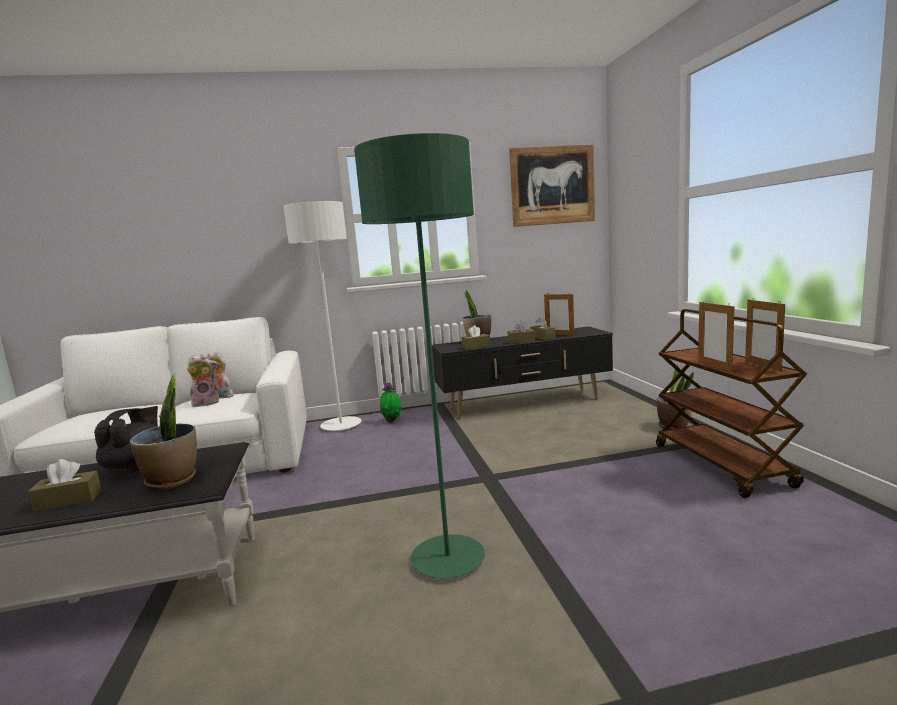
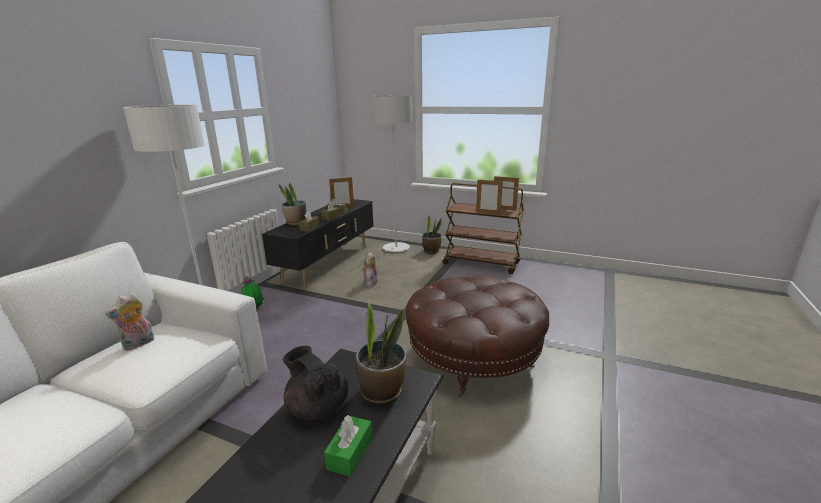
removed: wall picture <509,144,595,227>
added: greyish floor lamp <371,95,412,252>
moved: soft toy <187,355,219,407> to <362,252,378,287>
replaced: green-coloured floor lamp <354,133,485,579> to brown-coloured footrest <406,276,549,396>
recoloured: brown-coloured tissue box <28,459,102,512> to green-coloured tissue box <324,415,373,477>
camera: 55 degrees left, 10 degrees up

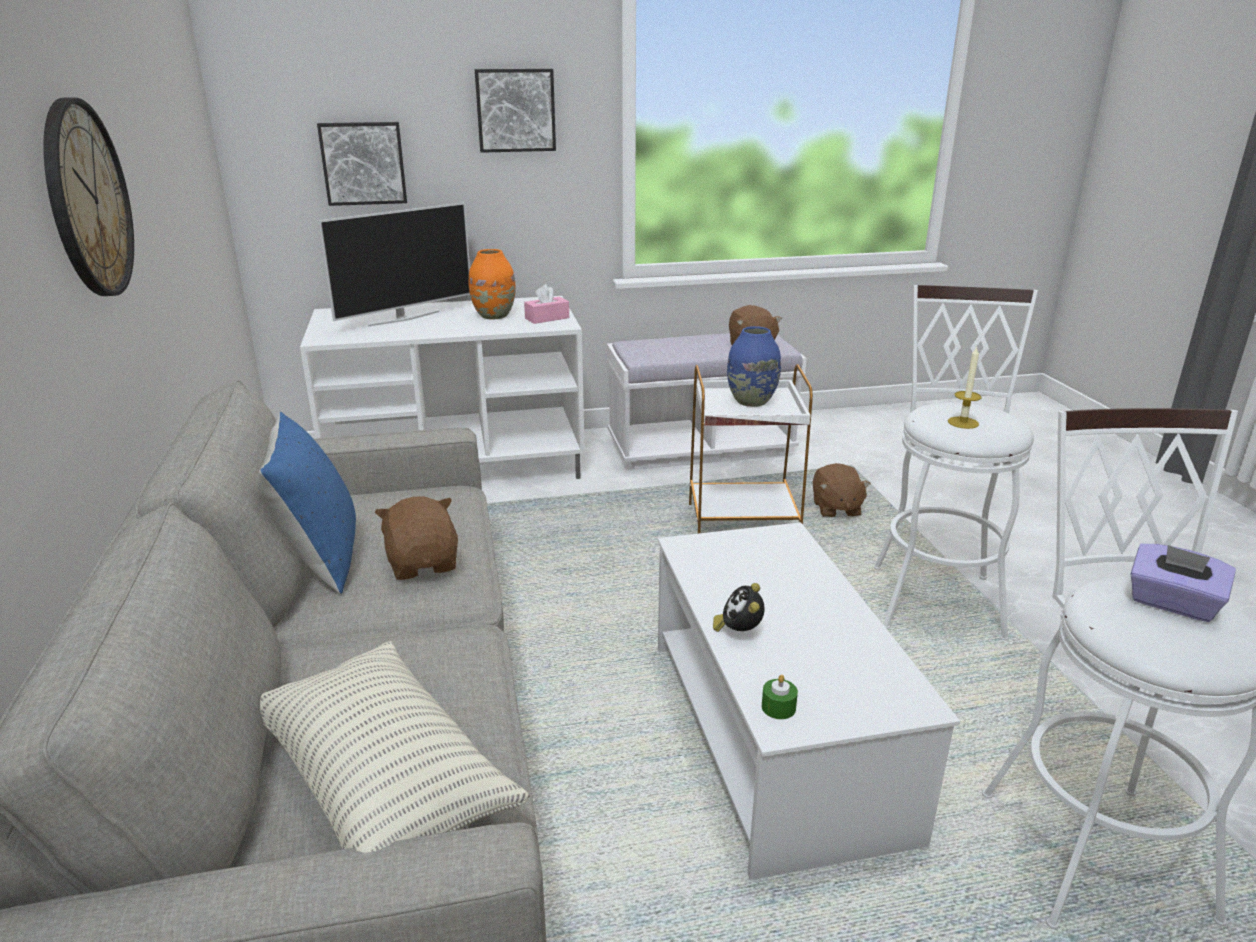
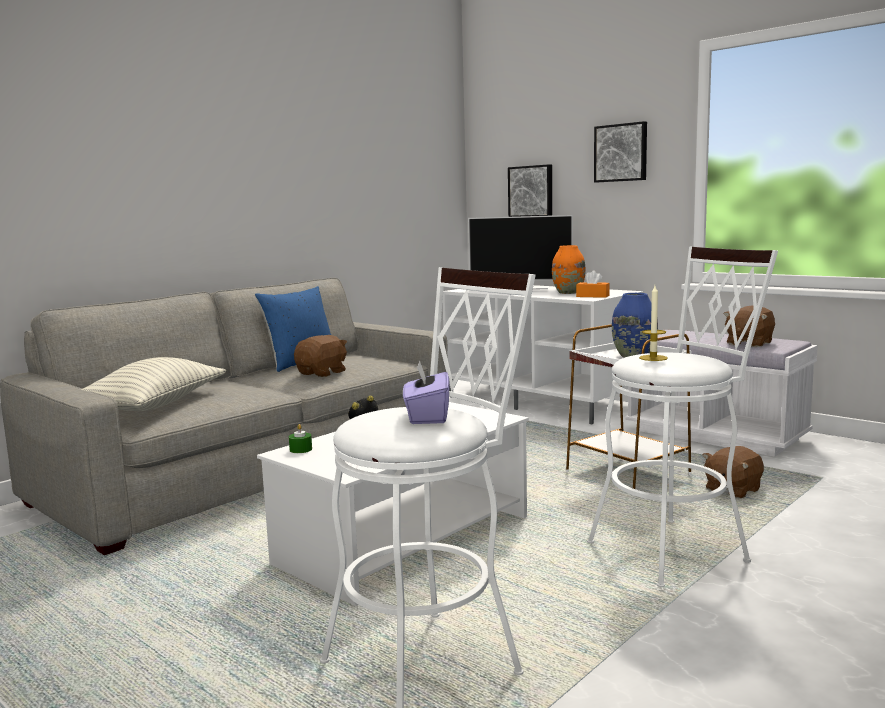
removed: wall clock <43,98,134,296>
recoloured: pinkish tissue box <524,284,569,324> to orange-coloured tissue box <576,270,610,298>
camera: 55 degrees right, 15 degrees down

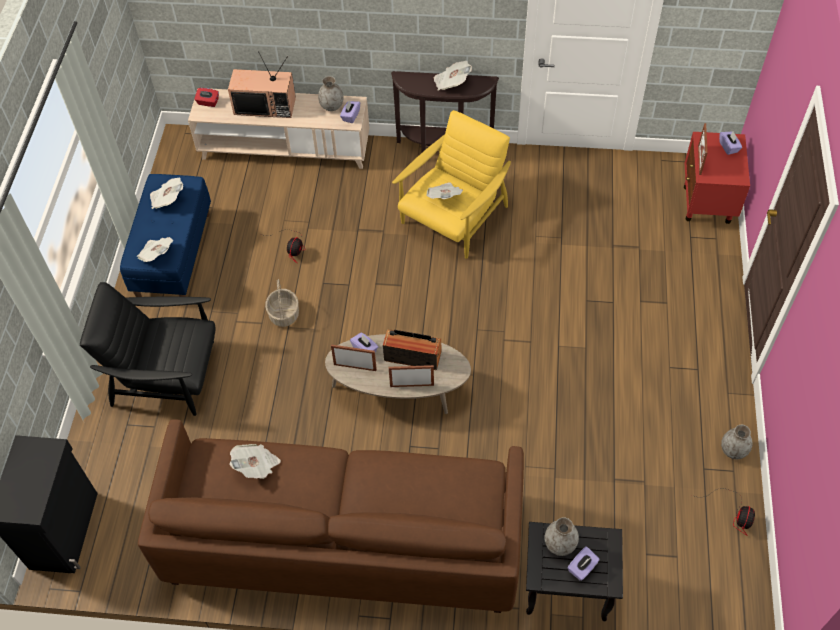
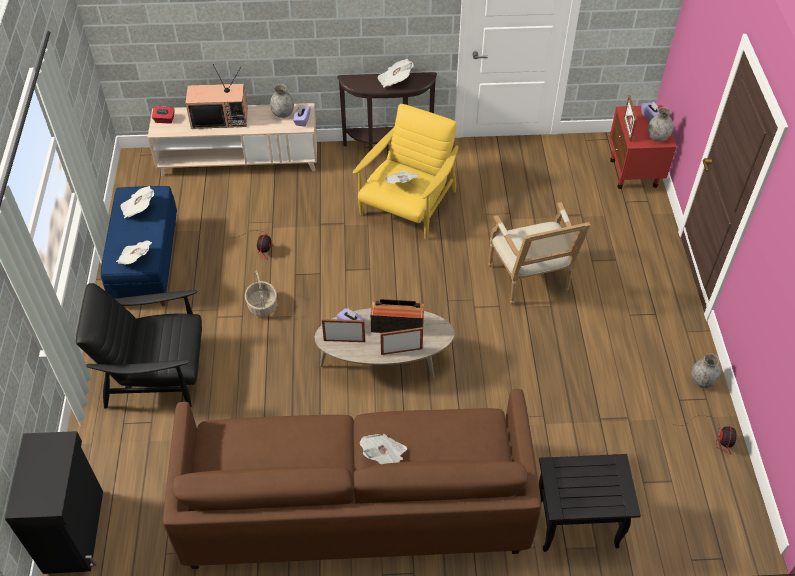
removed: purple tissue box <567,546,600,581>
added: armchair <488,202,590,305>
moved: newspaper <229,444,281,479> to <360,434,407,464>; greyish vase <544,517,579,556> to <648,107,673,142>
camera: 10 degrees left, 5 degrees down

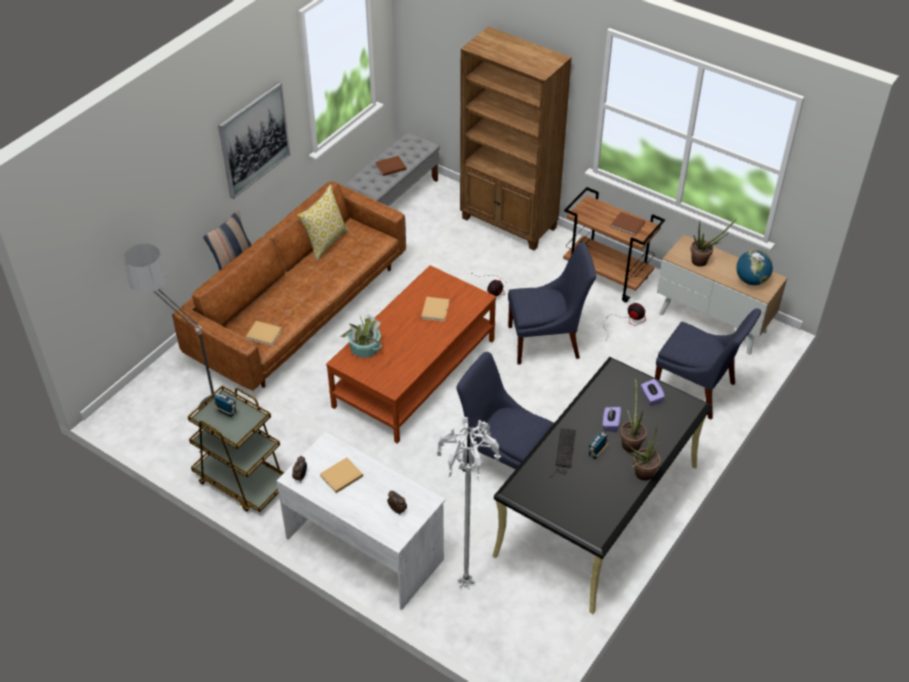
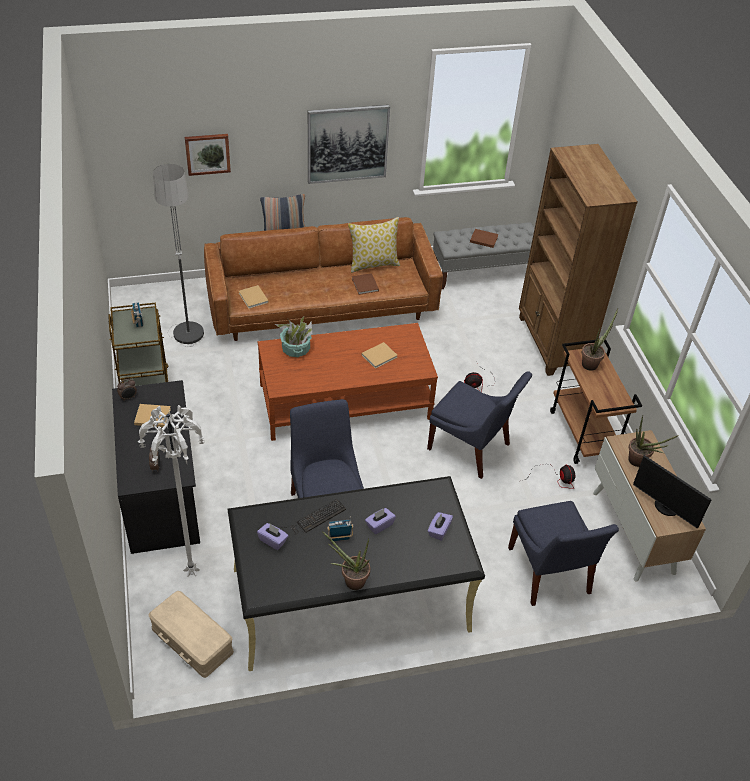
added: sand-coloured storage bin <149,591,234,678>; wall picture <185,134,231,176>; purple tissue box <257,523,289,550>
moved: brown-coloured book <611,212,645,236> to <352,273,379,295>; plant in a pot <620,376,647,453> to <582,309,618,371>
replaced: globe <736,250,773,285> to computer screen <633,455,712,528>
recoloured: whitish desk table <277,432,445,610> to black desk table <112,380,200,554>
camera: 40 degrees right, 0 degrees up

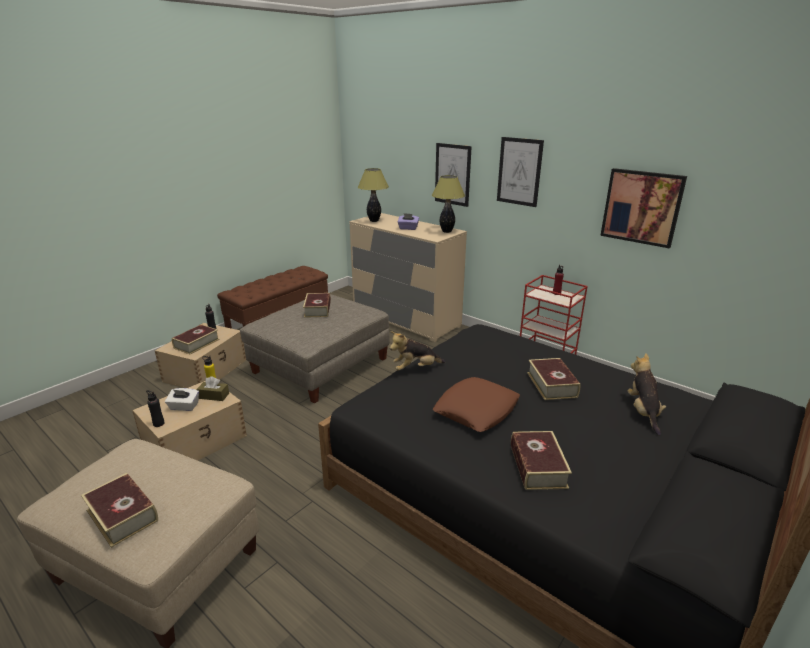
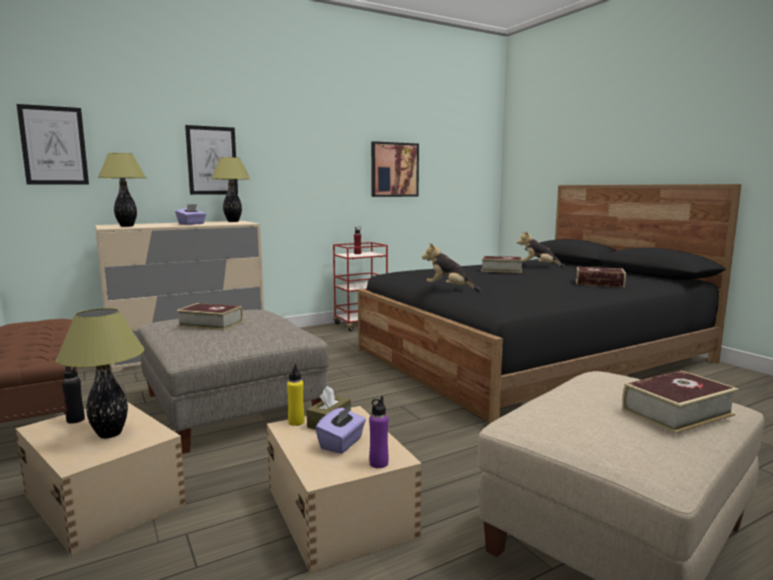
removed: brown-coloured pillow <433,377,520,432>
moved: wall picture <497,137,544,207> to <17,104,89,185>
replaced: book <172,324,220,355> to table lamp <56,308,144,438>
recoloured: black drink bottle <146,390,165,427> to purple drink bottle <369,396,389,468>; whitish tissue box <165,388,199,411> to purple tissue box <315,405,366,454>
turned: soft toy <390,331,445,371> = <422,243,482,292> 120 degrees clockwise
camera: 70 degrees left, 15 degrees down

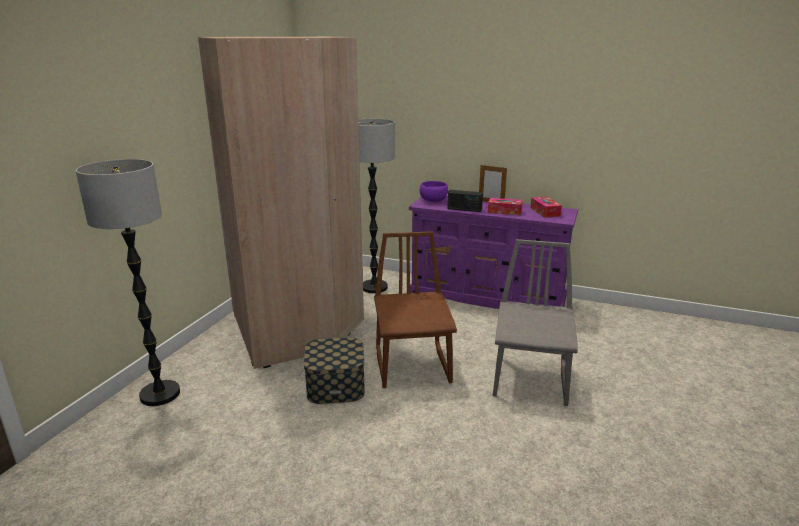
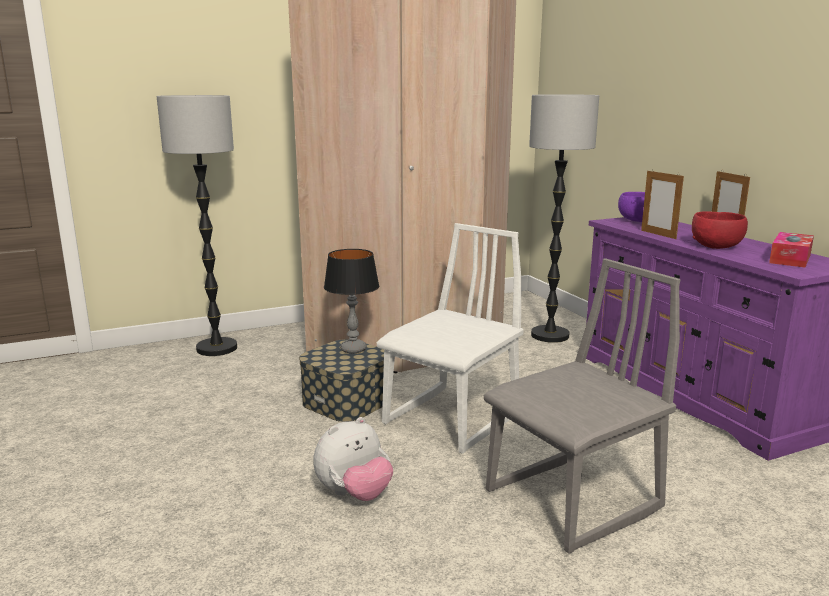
added: soft toy <313,417,393,501>; table lamp <324,249,379,353>
replaced: radio set <447,190,483,212> to photo frame <641,169,684,239>; tissue box <488,198,523,215> to red deep dish <692,211,748,249>
recoloured: brown-coloured plain chair <374,231,457,388> to whitish plain chair <376,223,524,454>
camera: 45 degrees right, 5 degrees down

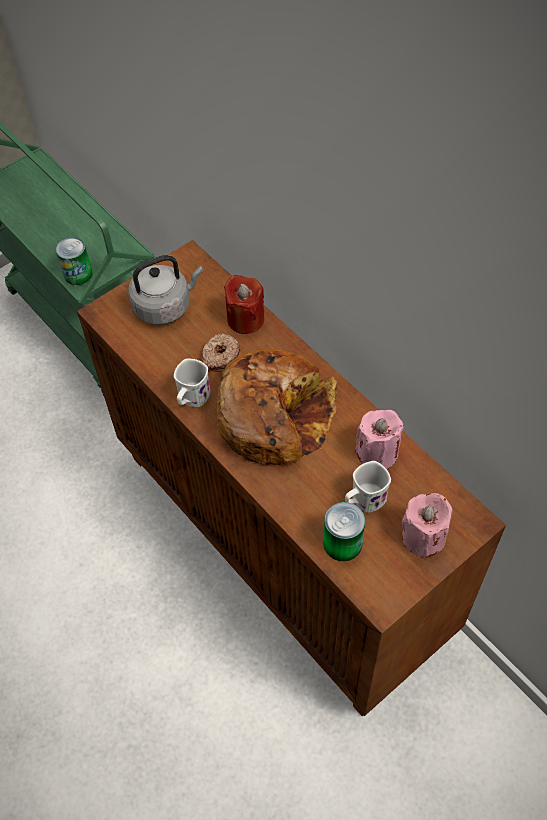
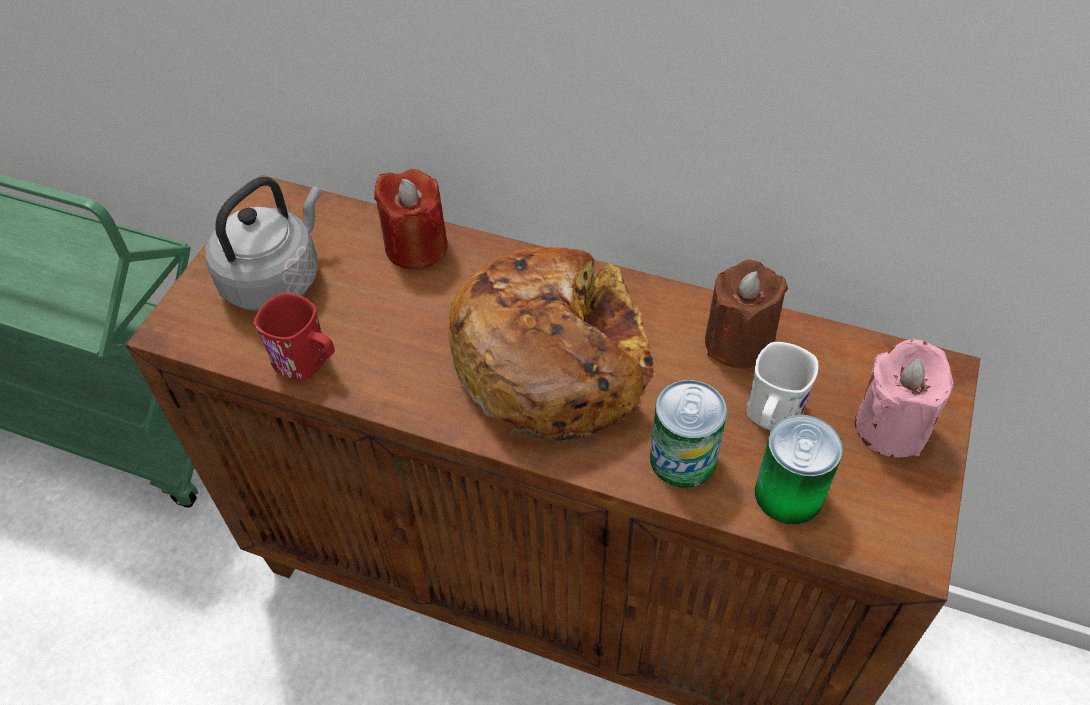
removed: whitish tea mug <174,358,210,407>; doughnut <201,332,240,372>
added: red tea mug <254,293,335,380>
moved: sealed can <56,237,93,285> to <650,380,727,488>
recoloured: pinkish candle <355,410,404,469> to brown-coloured candle <705,260,788,369>
camera: 30 degrees left, 5 degrees down

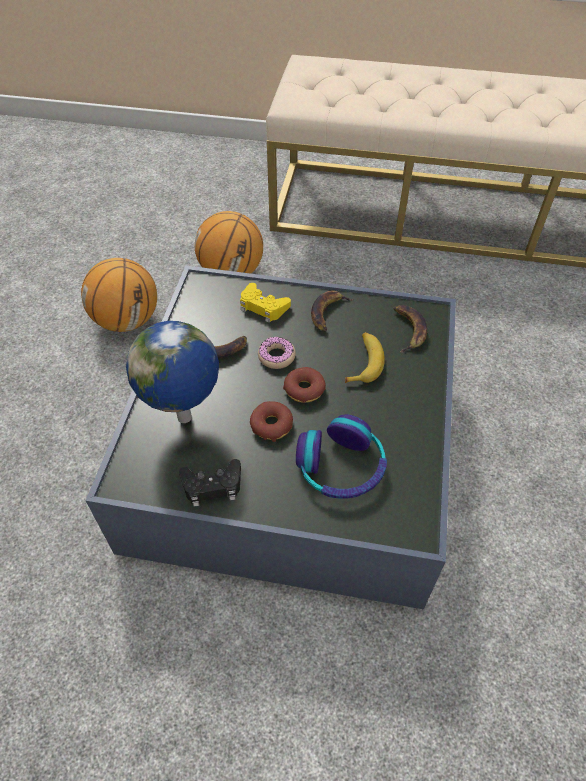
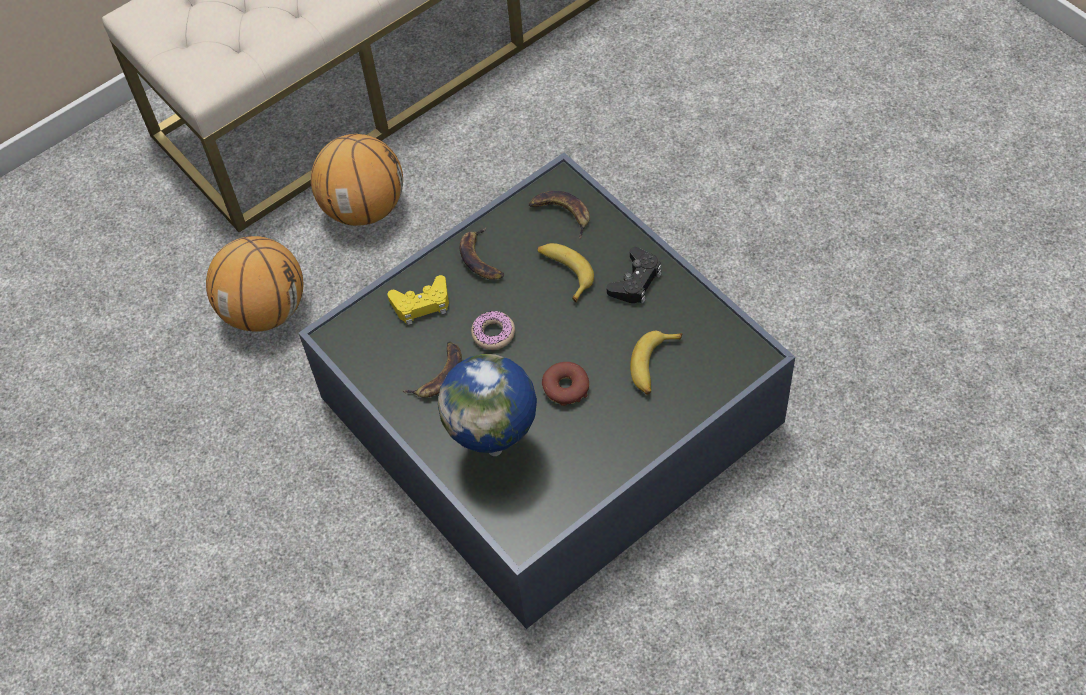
removed: doughnut <283,367,326,403>
moved: ball for basketball <81,258,157,332> to <311,134,403,226>; black joypad <179,459,241,507> to <607,247,662,304>
replaced: headphones <296,414,387,498> to whole banana <630,331,682,395>
camera: 45 degrees left, 5 degrees up

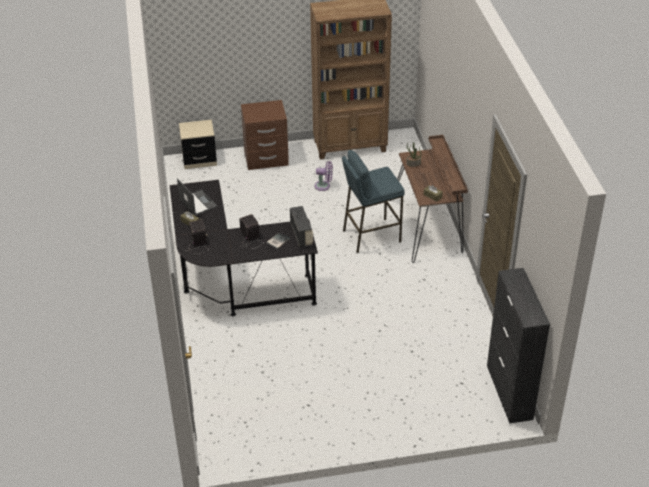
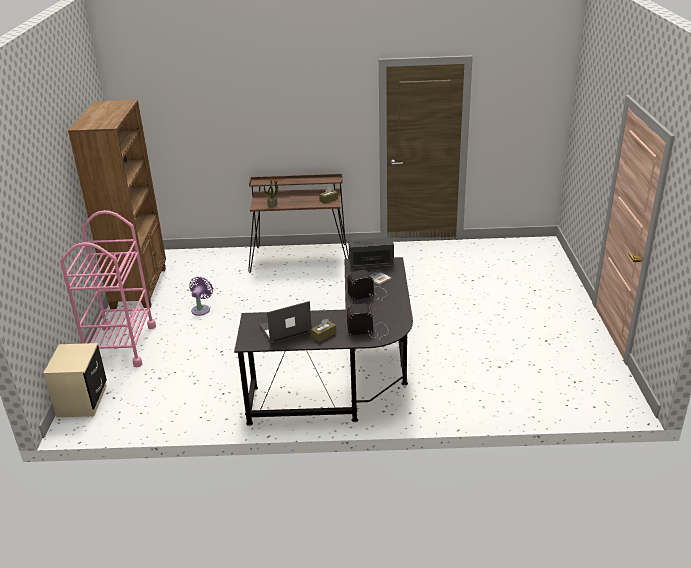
removed: blue stool seat <342,150,405,253>; black storage cabinet <487,268,550,424>
replaced: brown-coloured nightstand <241,100,289,170> to pinkish wheeled cart <60,210,156,367>
camera: 80 degrees left, 10 degrees down

